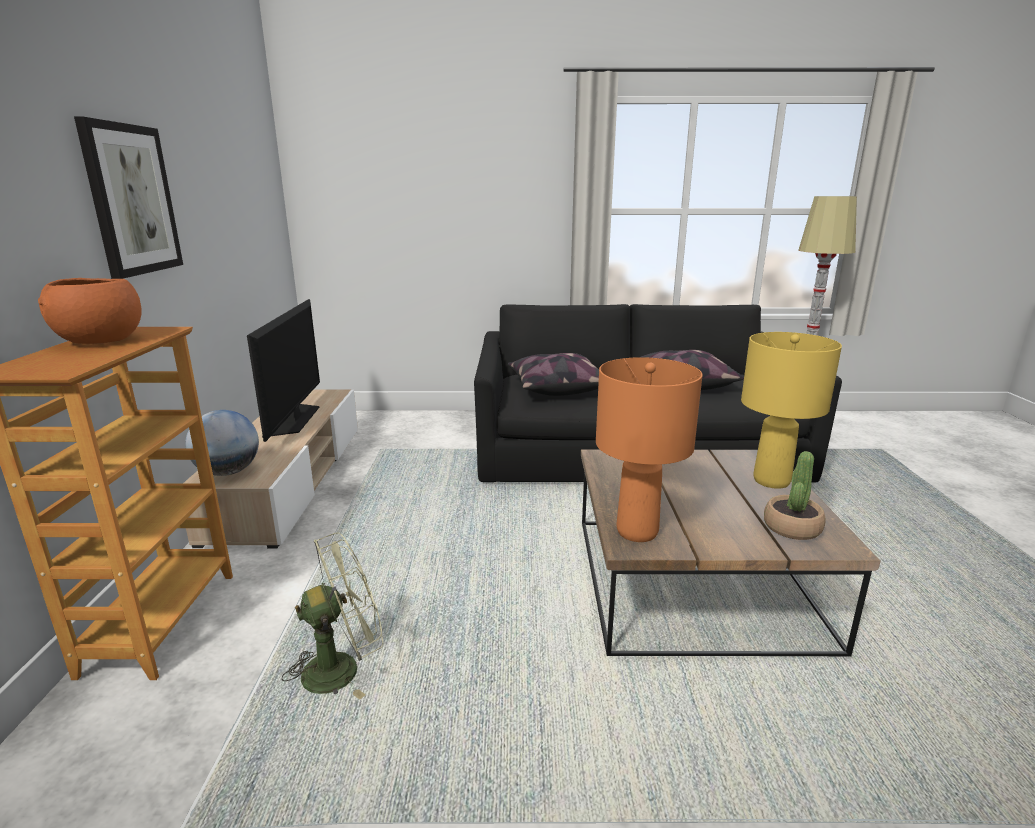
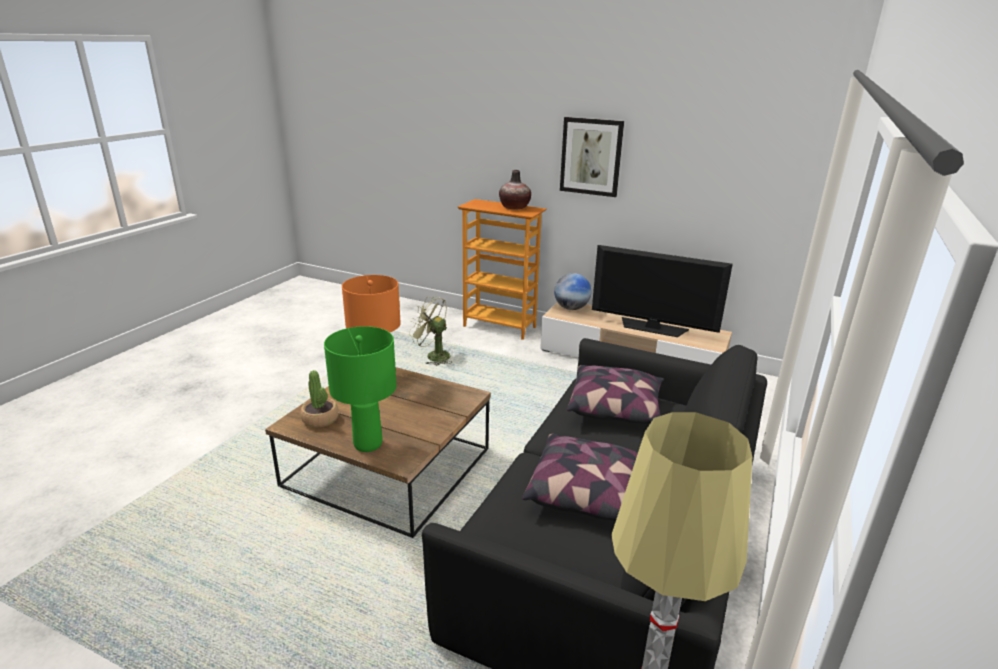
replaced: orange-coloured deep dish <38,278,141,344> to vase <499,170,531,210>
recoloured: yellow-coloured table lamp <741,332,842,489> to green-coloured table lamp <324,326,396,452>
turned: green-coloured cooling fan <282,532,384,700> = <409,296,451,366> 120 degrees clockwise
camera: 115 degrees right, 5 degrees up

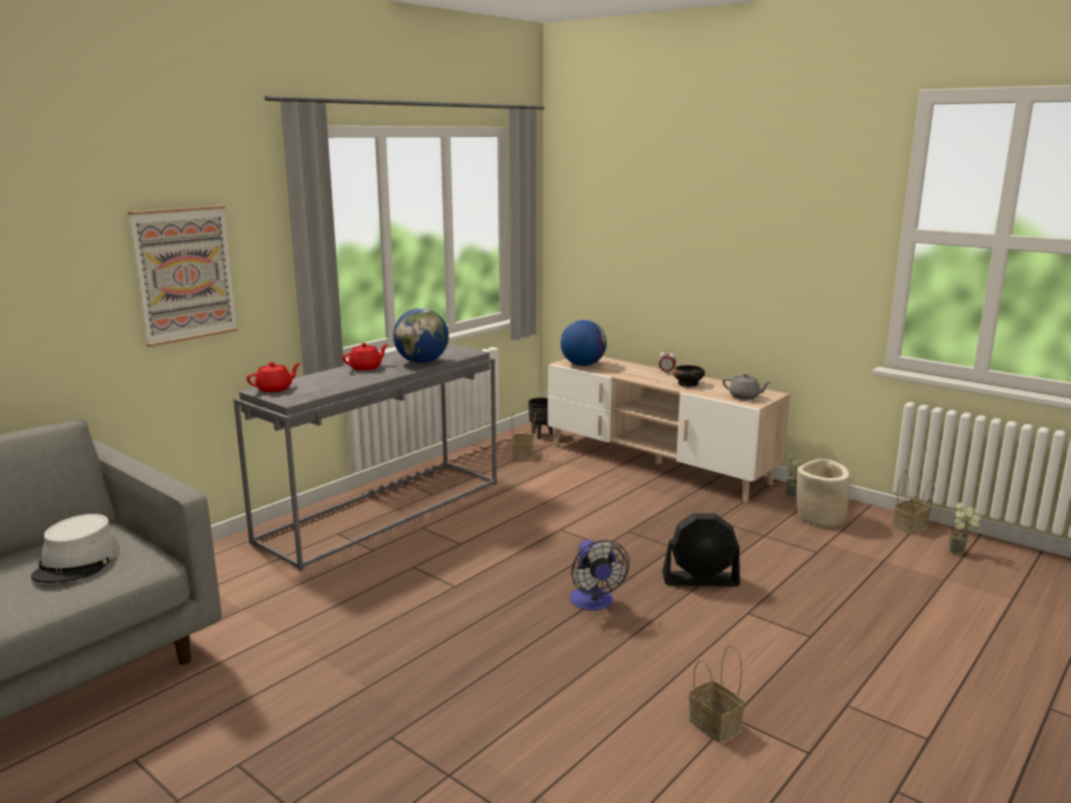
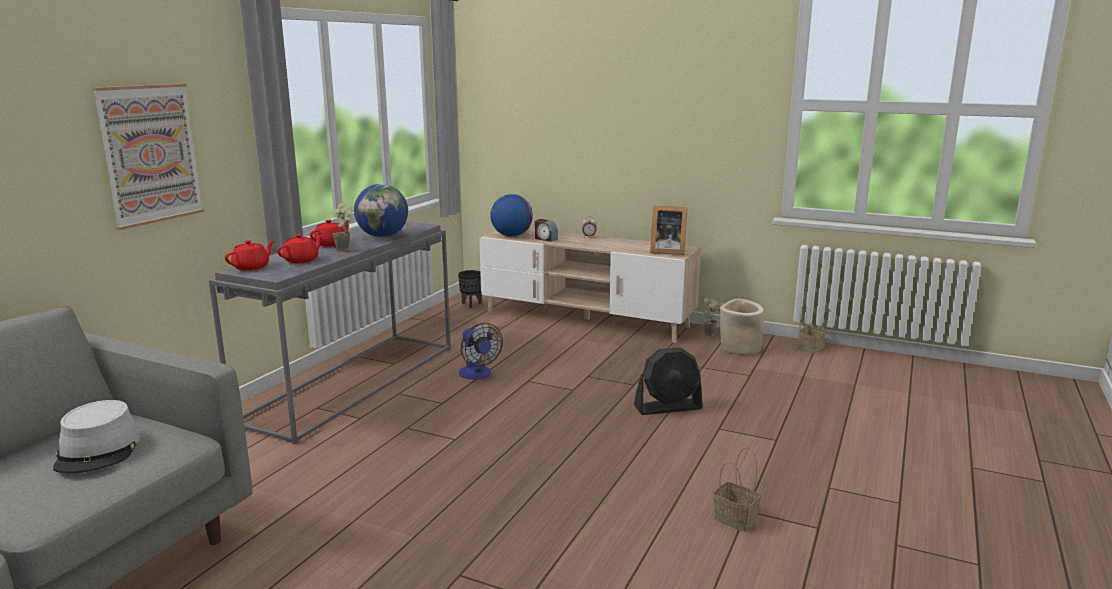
removed: storage basket <511,412,536,460>; deep dish <673,365,705,387>
added: red pot for tea <277,234,323,263>; table clock <535,219,558,242>
moved: cooling fan <570,540,630,610> to <459,323,503,379>; plant in a pot <949,502,980,555> to <332,202,353,252>
replaced: greyish pot for tea <723,374,771,400> to photo frame <650,206,687,255>
camera: 15 degrees left, 0 degrees up

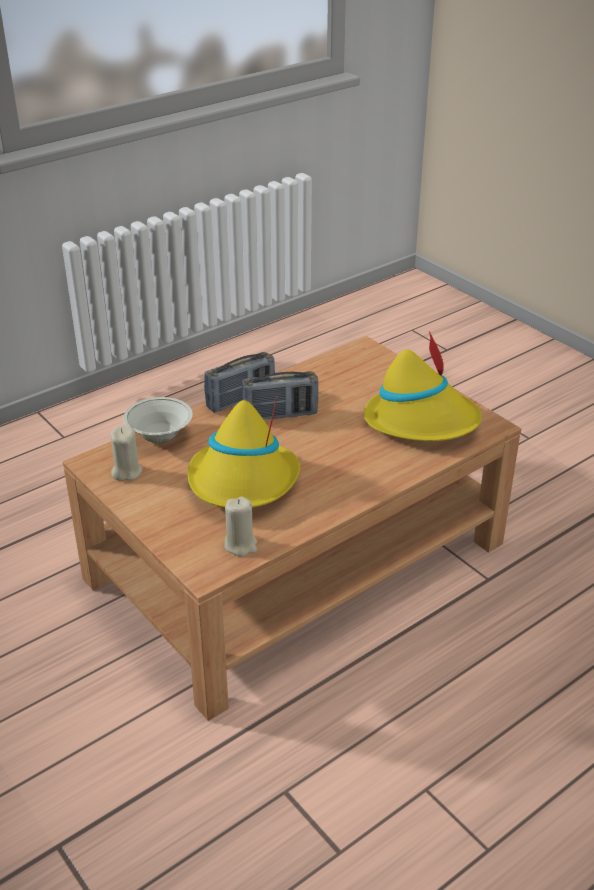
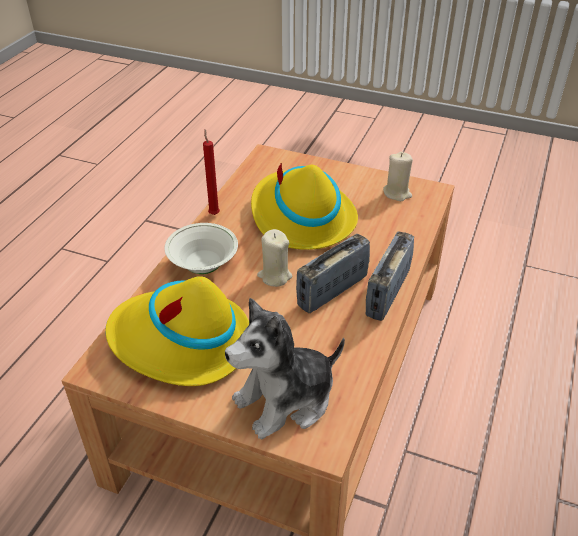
added: red candle <203,129,220,215>; soft toy <225,298,345,440>
moved: whitish deep dish <123,397,193,443> to <165,223,238,274>; sand-coloured candle <224,497,257,557> to <257,229,292,287>
camera: 150 degrees right, 5 degrees up

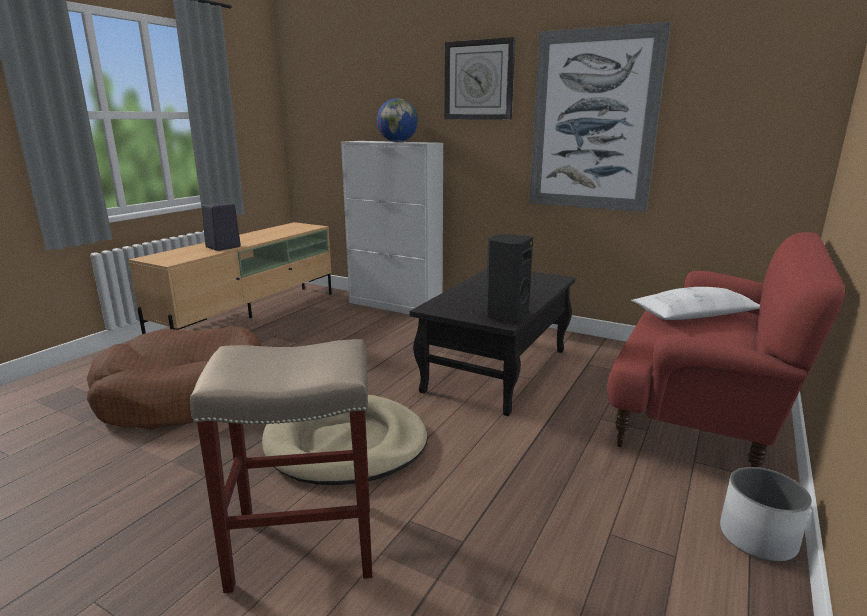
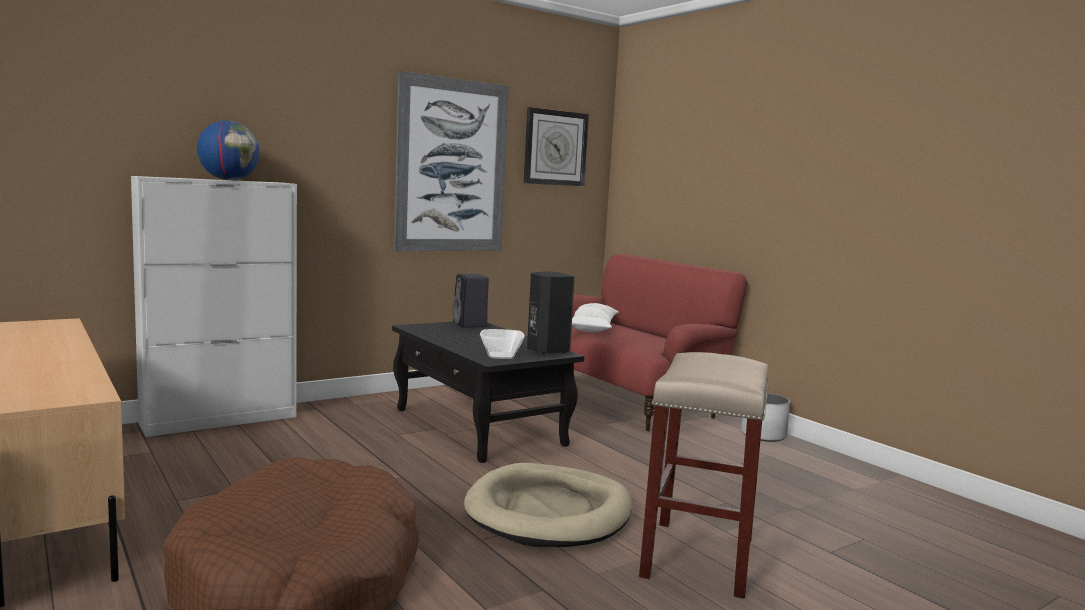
added: deep dish <480,329,525,359>
moved: black speaker <202,202,241,251> to <453,274,489,328>; wall clock <445,37,515,119> to <524,107,589,186>
camera: 65 degrees left, 10 degrees down

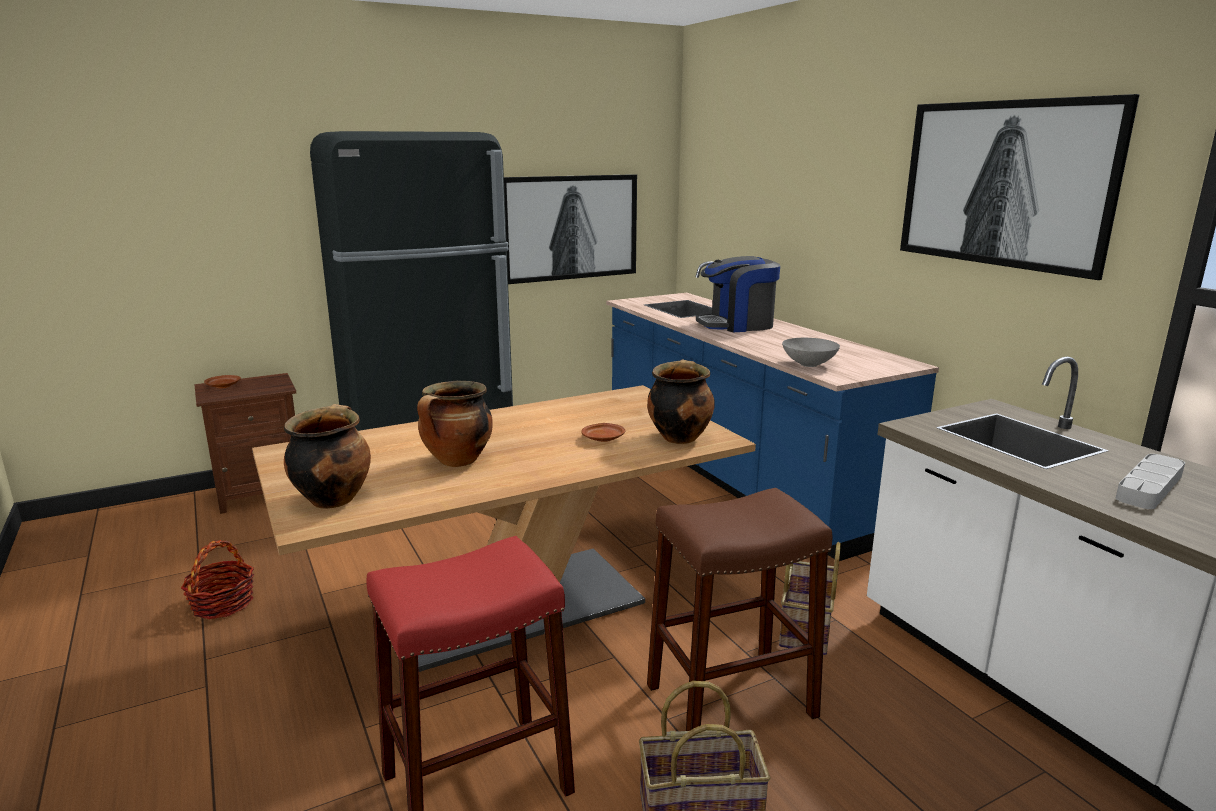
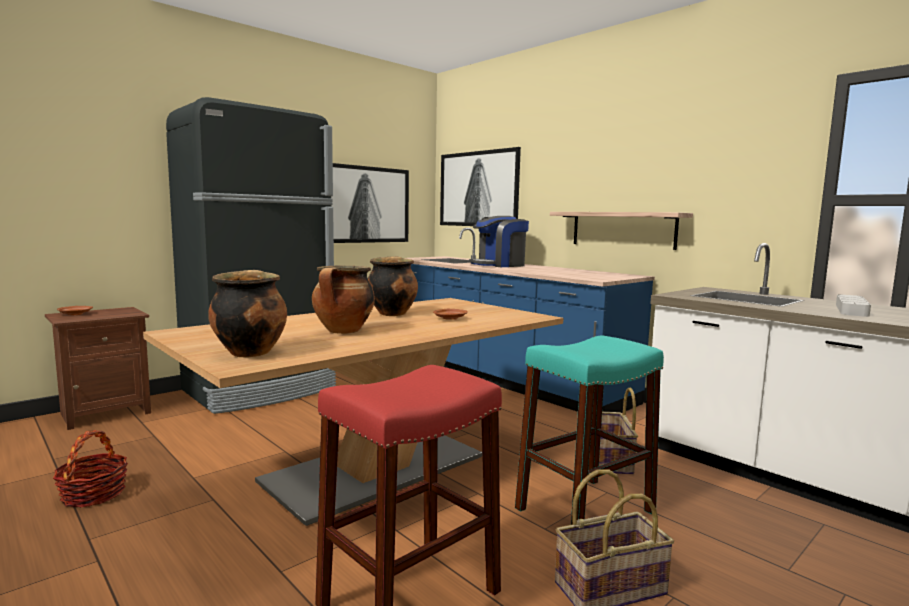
removed: greyish deep dish <782,338,840,367>
added: wall shelf <550,212,693,250>
moved: stockpot <647,360,715,444> to <368,256,418,316>; wall picture <900,94,1140,280> to <440,147,521,226>
recoloured: brown-coloured stool seat <647,488,832,731> to turquoise stool seat <515,335,664,525>
camera: 15 degrees left, 10 degrees down

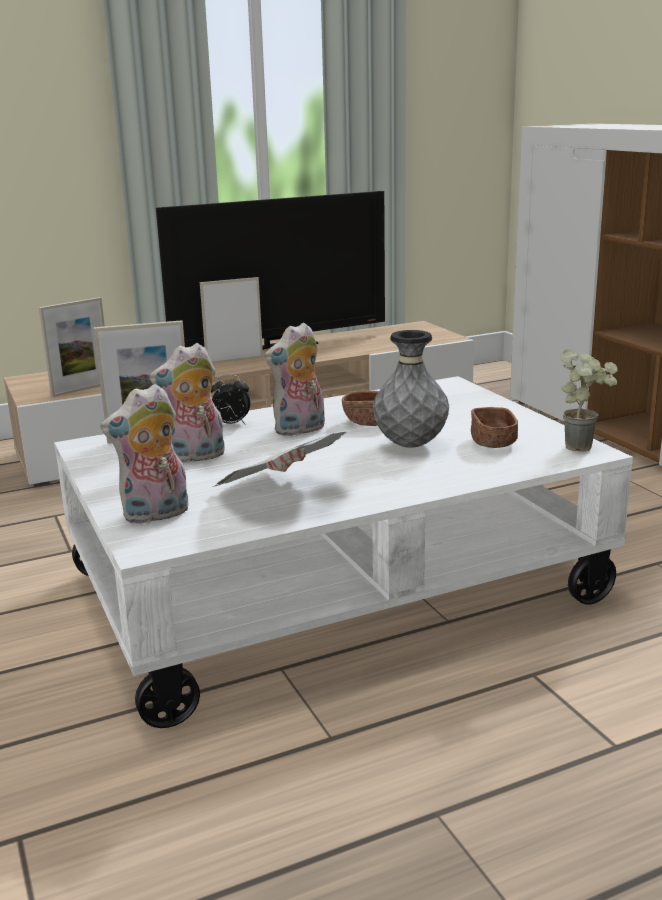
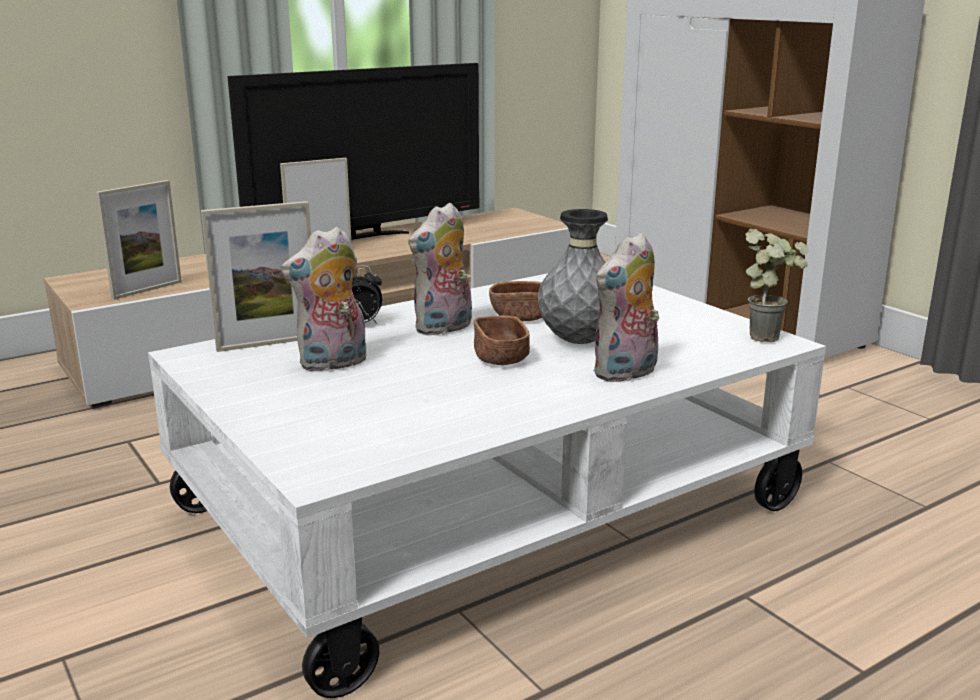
removed: newspaper <212,432,347,487>
moved: soft toy <100,384,188,525> to <593,232,659,383>; brown-coloured deep dish <471,407,518,448> to <474,316,530,365>
camera: 10 degrees left, 0 degrees up

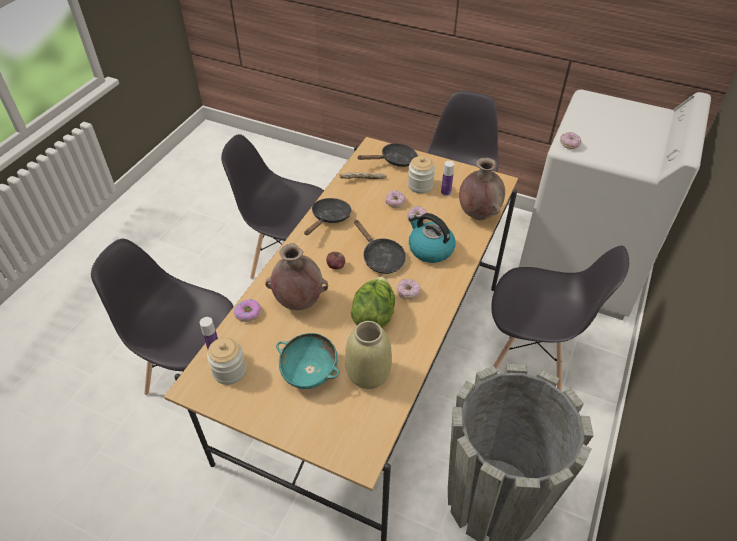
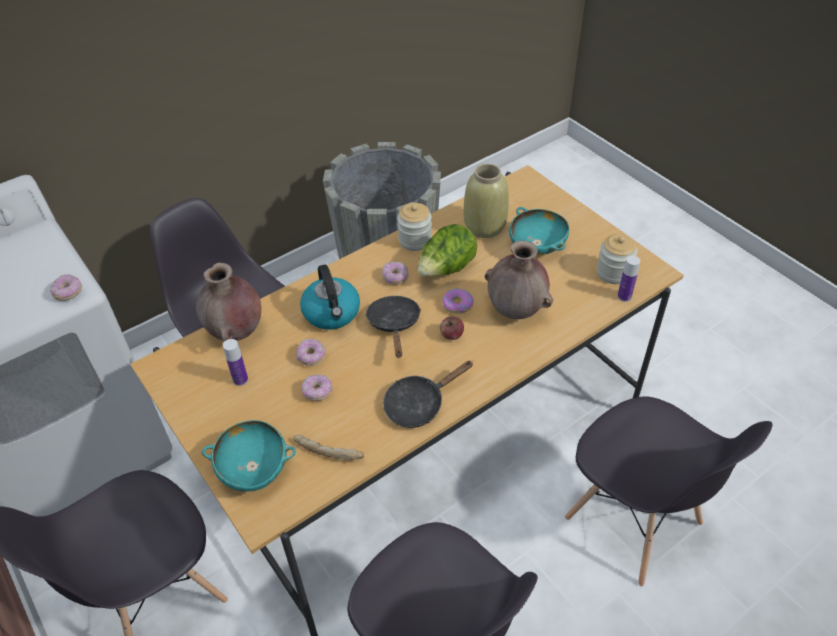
moved: doughnut <234,299,261,322> to <442,288,474,313>; preserve jar <408,156,435,194> to <397,203,432,251>
replaced: black skillet <357,143,418,167> to turquoise deep dish <202,420,296,492>
camera: 150 degrees left, 0 degrees up

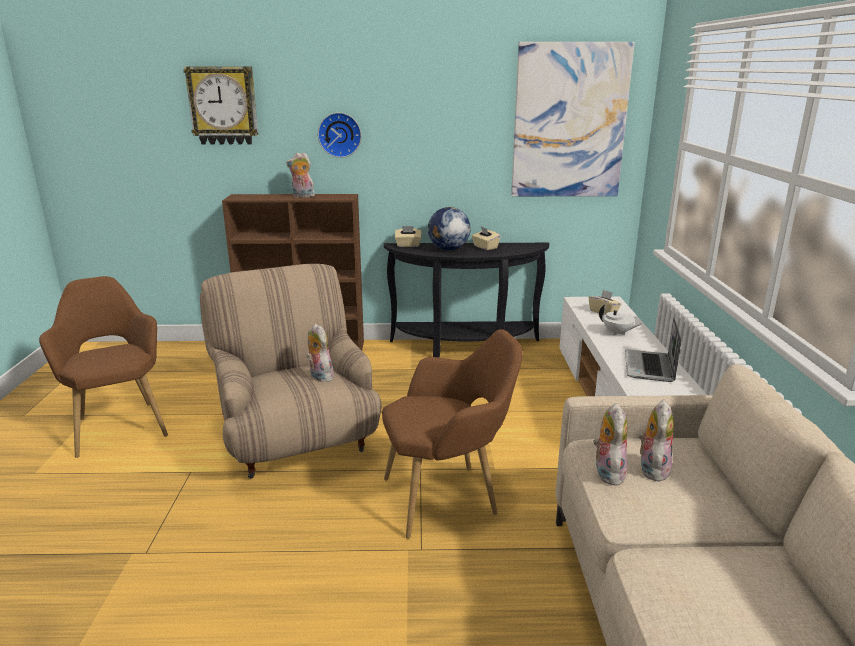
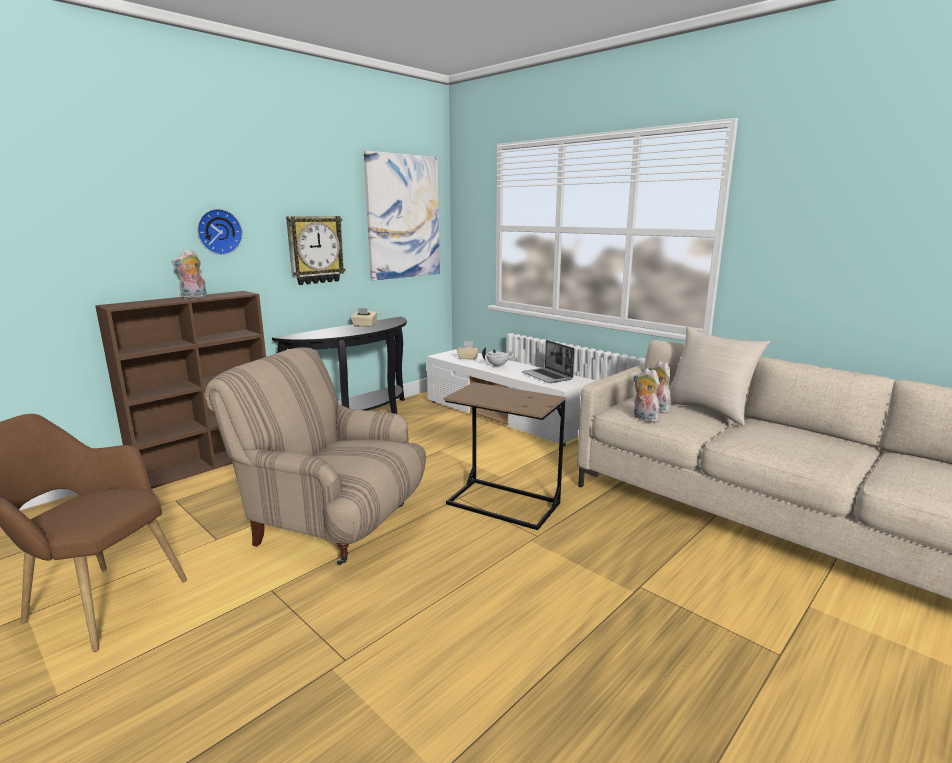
removed: soft toy <306,324,335,382>; sand-coloured tissue box <395,226,421,247>; globe <428,207,471,250>
added: sand-coloured pillow <669,326,771,426>
moved: wall clock <184,67,258,145> to <286,216,346,285>
replaced: brown-coloured armchair <382,329,523,539> to brown-coloured accent table <443,382,566,530>
camera: 45 degrees left, 5 degrees down

